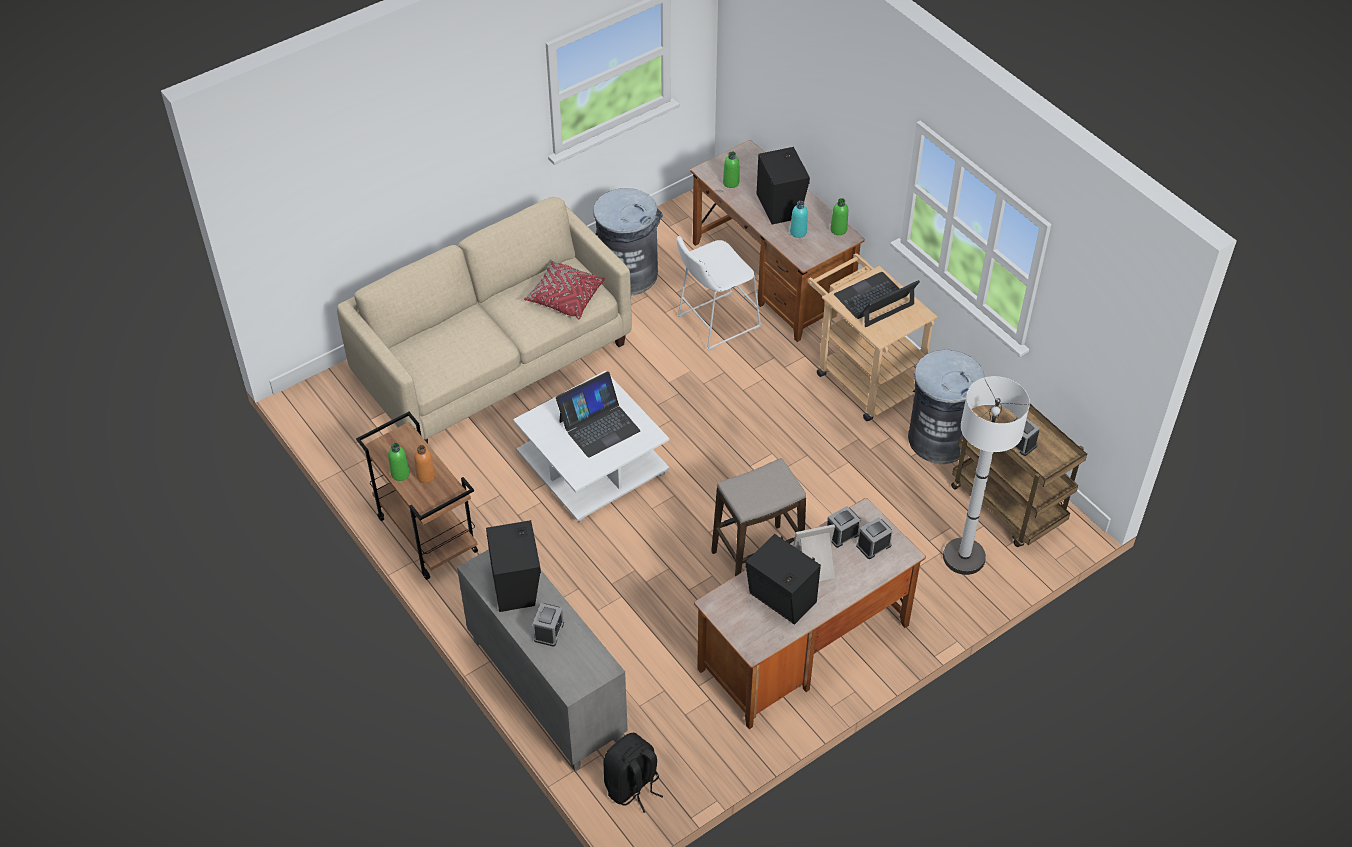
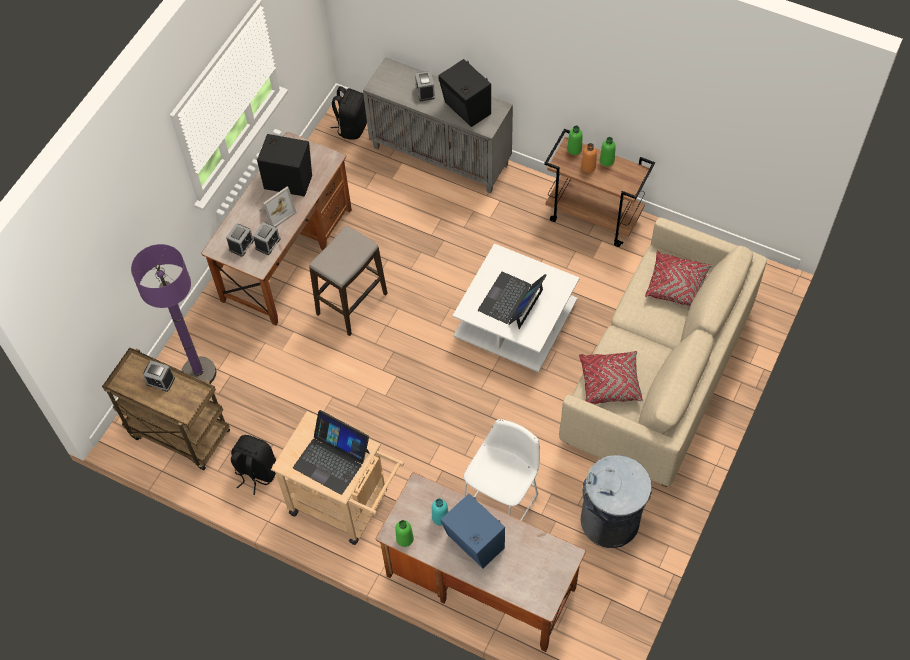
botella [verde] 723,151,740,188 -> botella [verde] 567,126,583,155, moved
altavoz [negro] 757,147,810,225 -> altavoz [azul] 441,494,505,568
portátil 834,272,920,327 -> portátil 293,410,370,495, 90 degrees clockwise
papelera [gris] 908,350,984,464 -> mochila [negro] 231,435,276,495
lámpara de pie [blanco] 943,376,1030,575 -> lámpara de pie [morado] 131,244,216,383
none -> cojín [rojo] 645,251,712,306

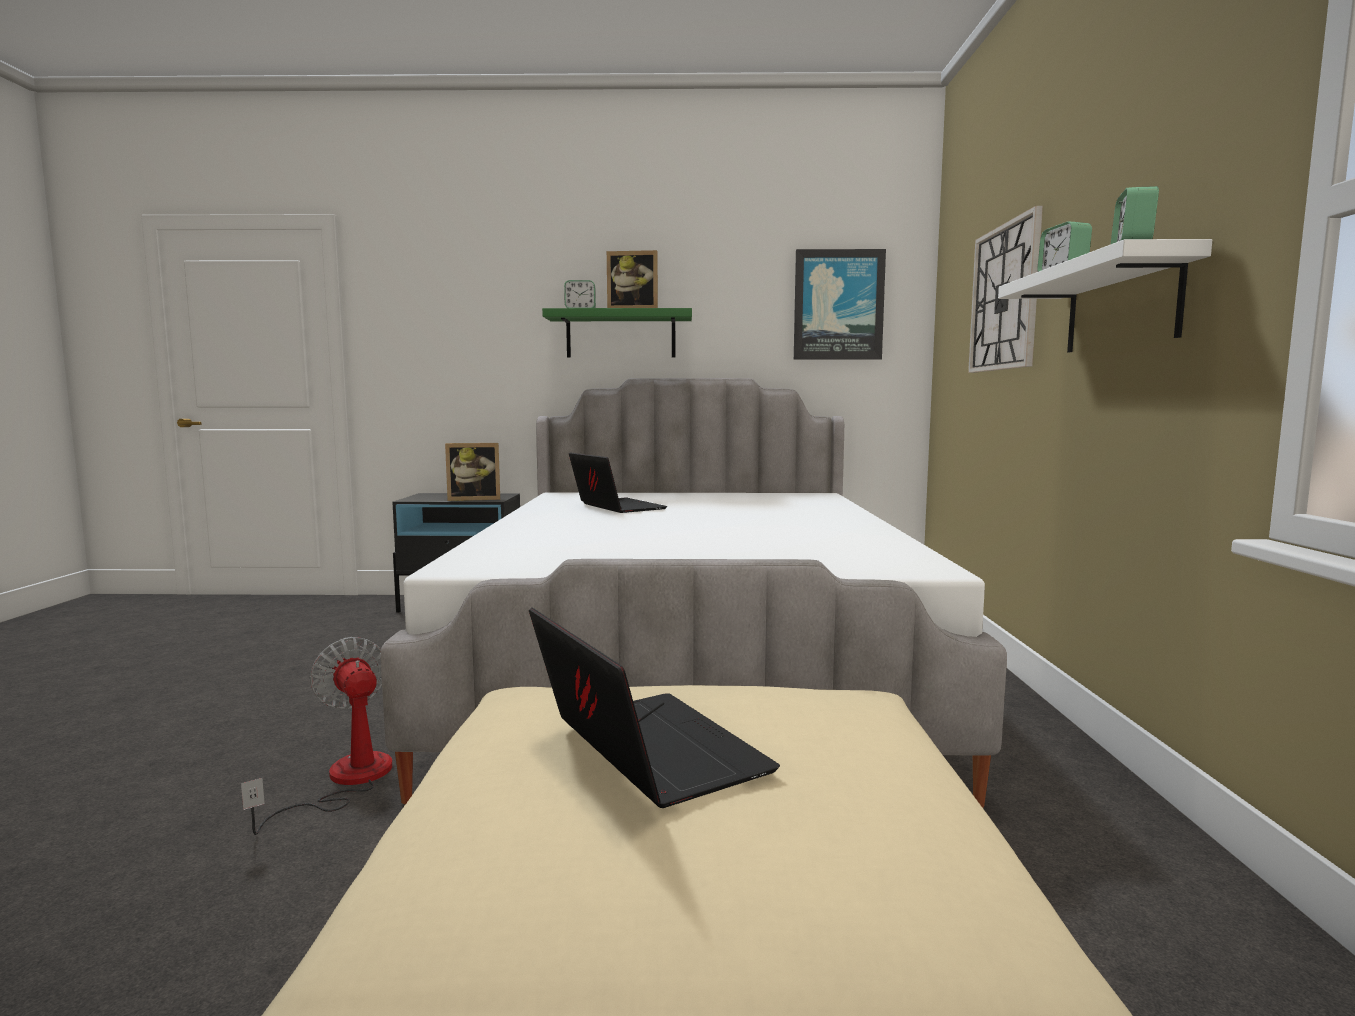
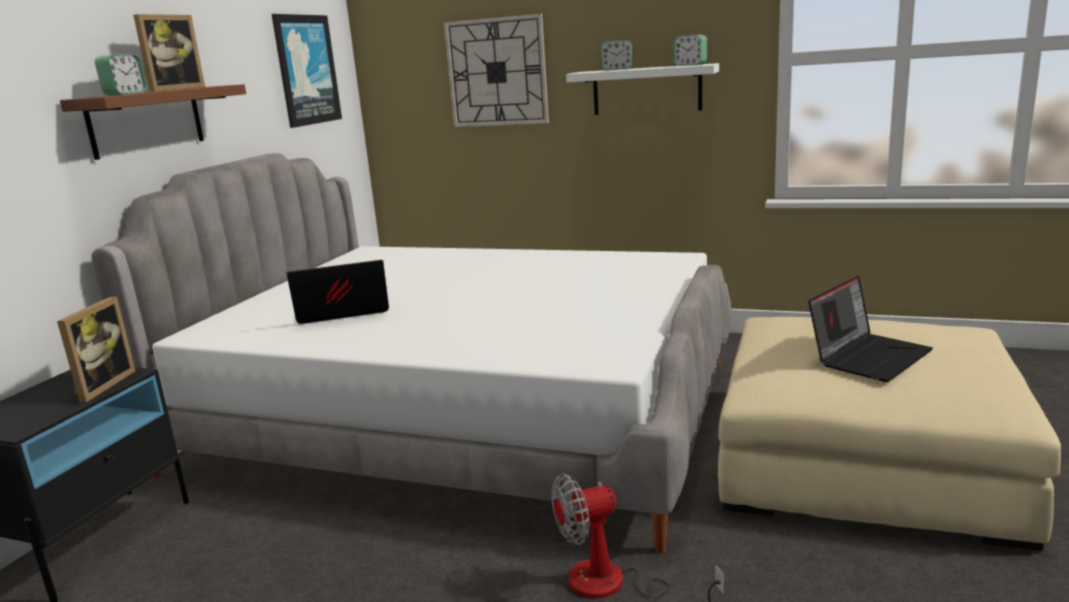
portátil 529,607,780,808 -> portátil 808,275,933,382, 150 degrees clockwise
estante [verde] 542,308,692,358 -> estante [marrón] 60,84,246,160

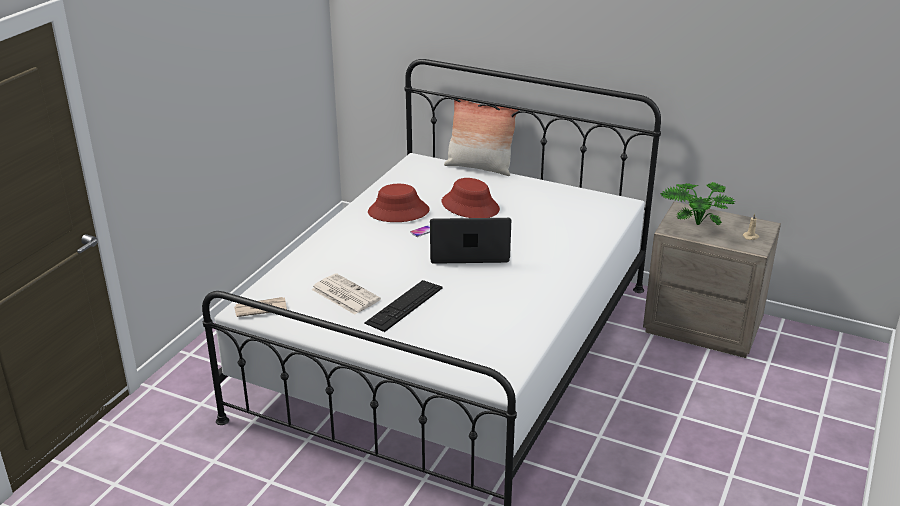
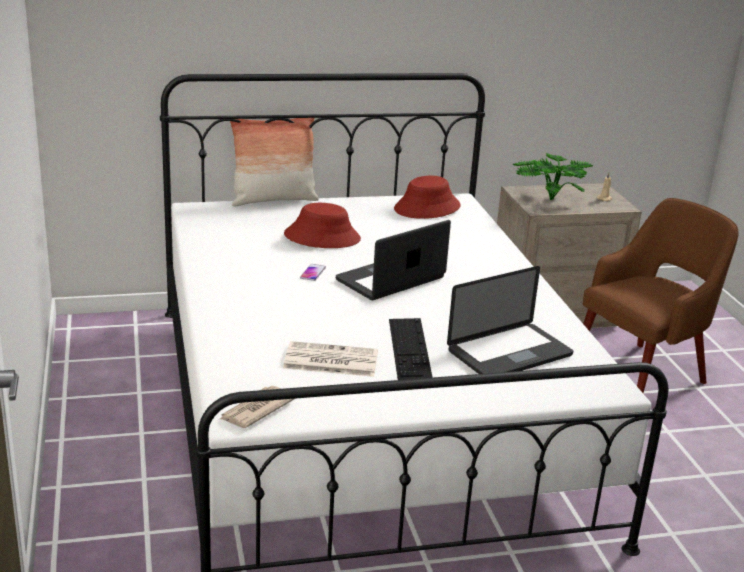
sombrero [rojo] 368,184,430,222 -> sombrero [rojo] 394,176,461,219, moved
none -> portátil 447,266,573,374
none -> sillón [marrón] 583,198,739,393

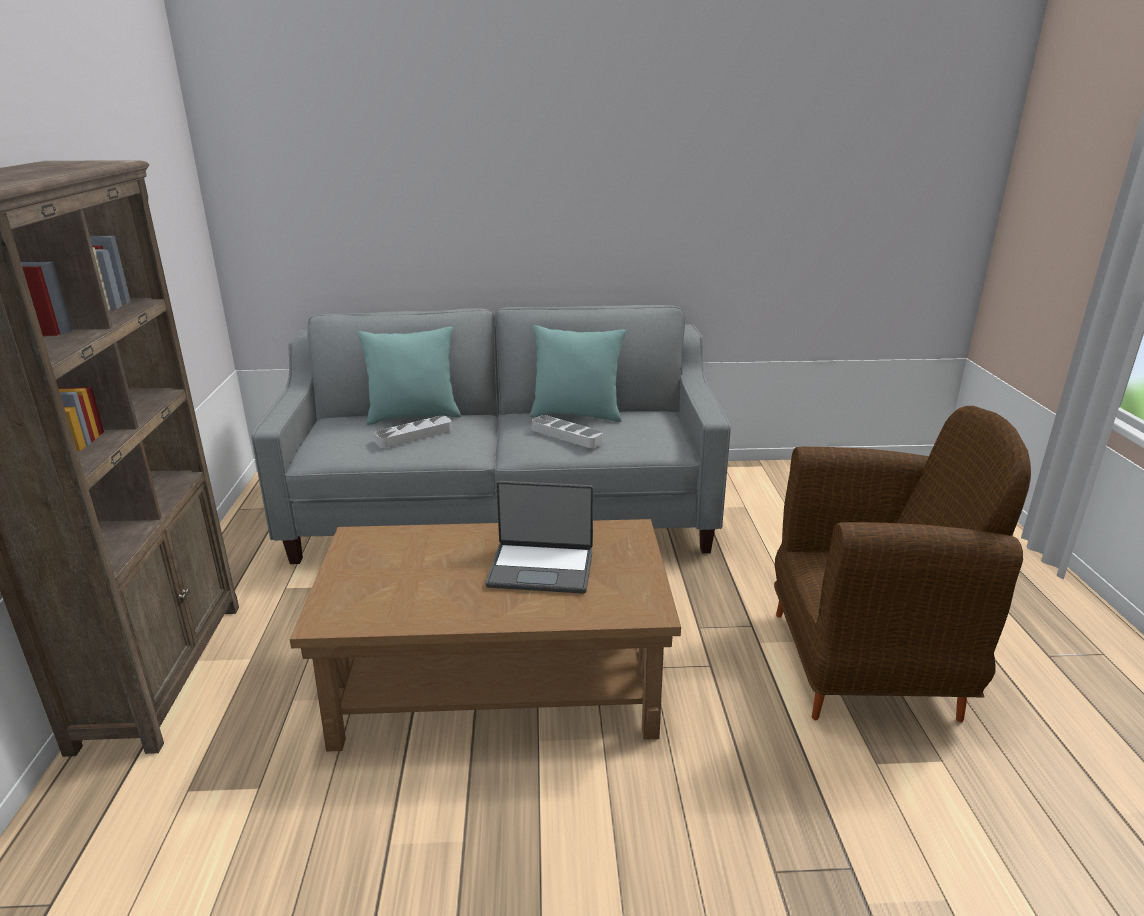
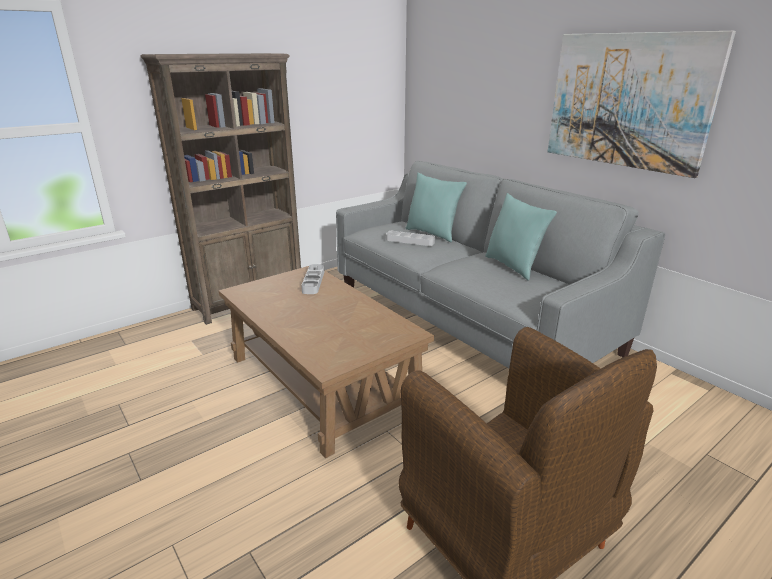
portátil 485,481,594,594 -> none
bandeja [gris] 532,415,603,448 -> bandeja [gris] 301,264,324,294, moved
none -> cuadro 547,31,736,178

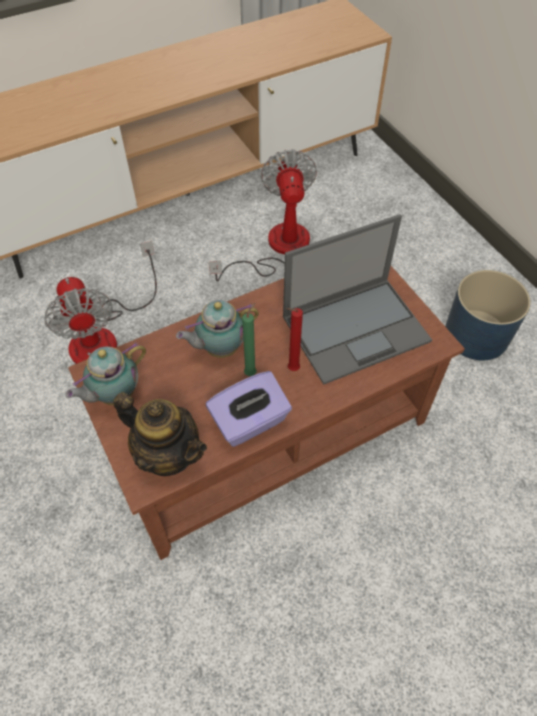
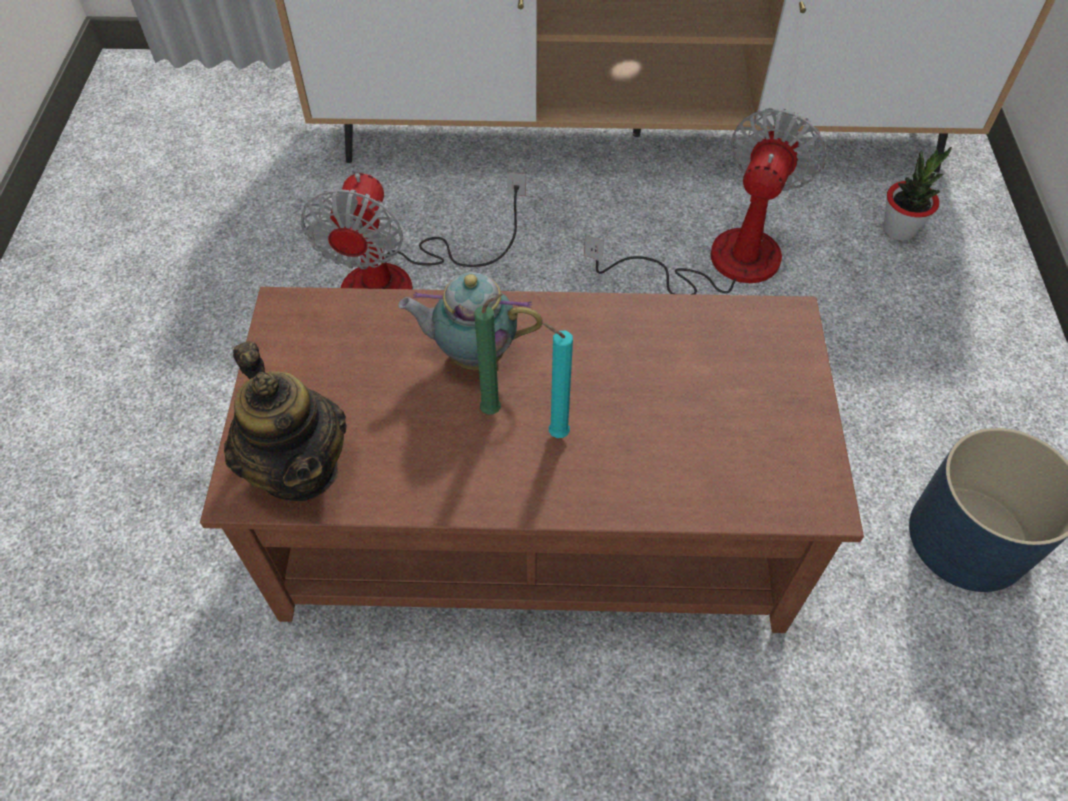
tetera 65,342,146,405 -> none
caja de pañuelos [morado] 206,371,292,447 -> none
portátil 283,214,432,385 -> none
vela [rojo] 286,308,303,371 -> vela [turquesa] 542,323,573,438
none -> planta en maceta 884,147,952,241

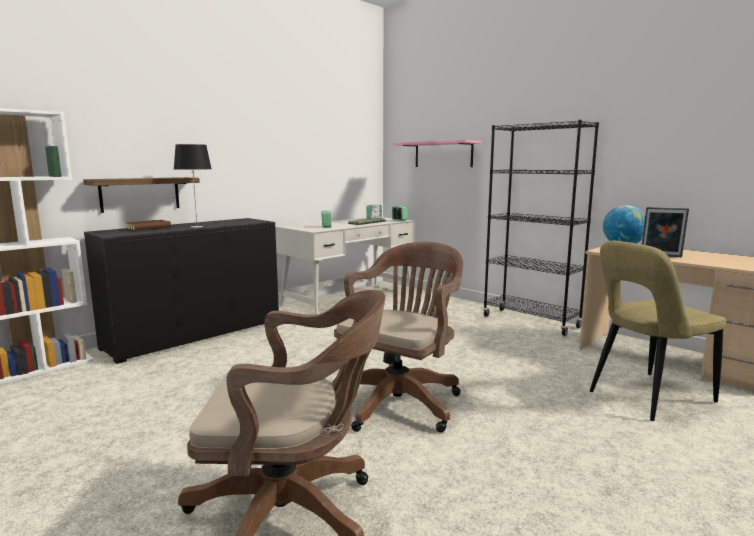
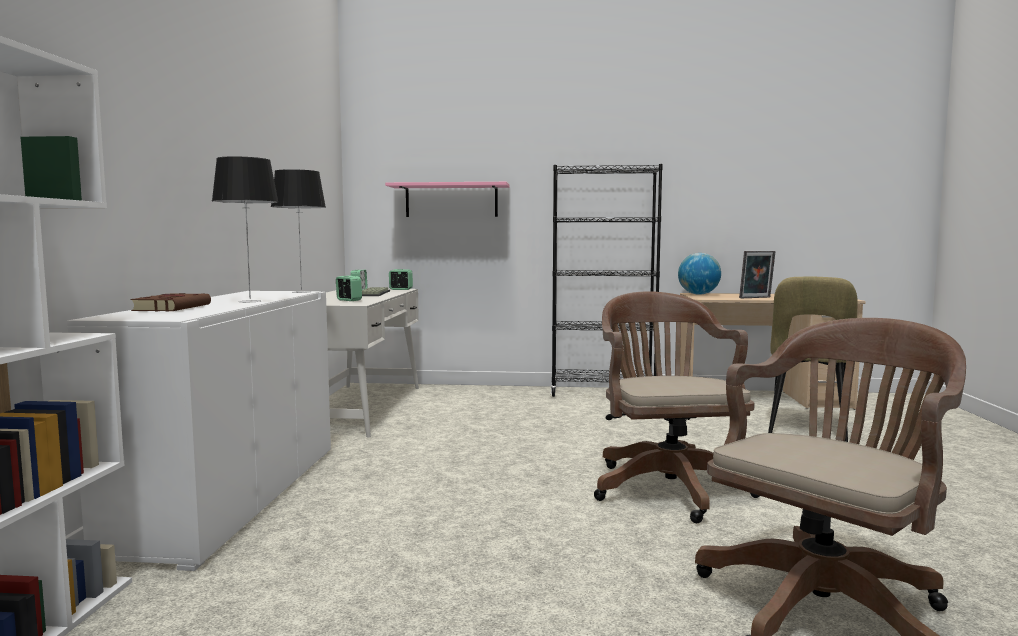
estante 83,177,200,213 -> none
armario [negro] 84,218,279,364 -> armario [blanco] 67,291,331,571
none -> lámpara de mesa 271,169,326,293

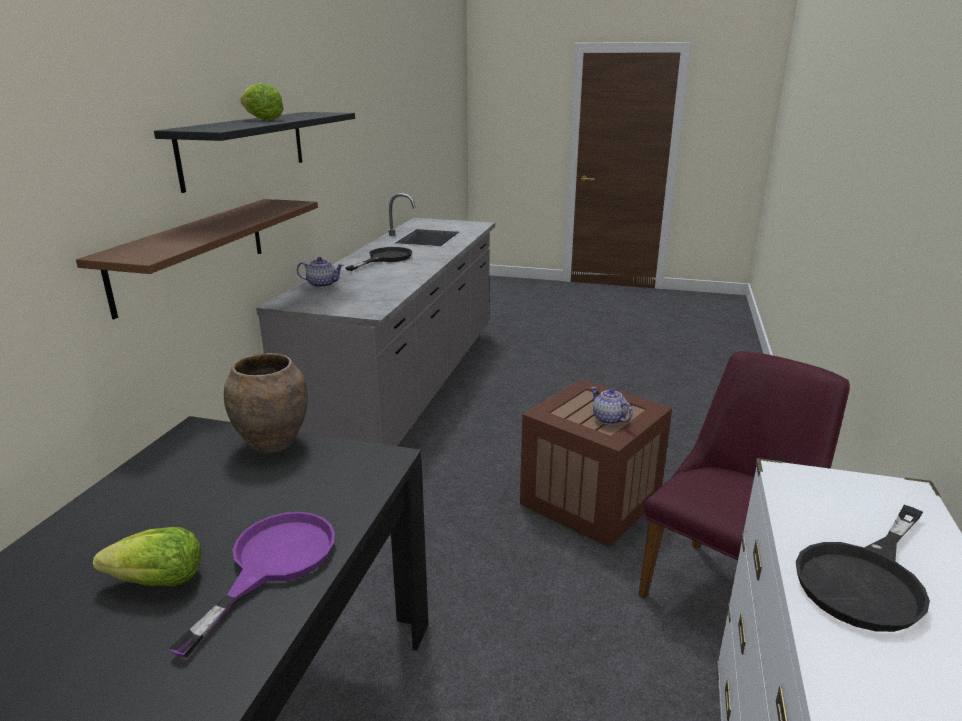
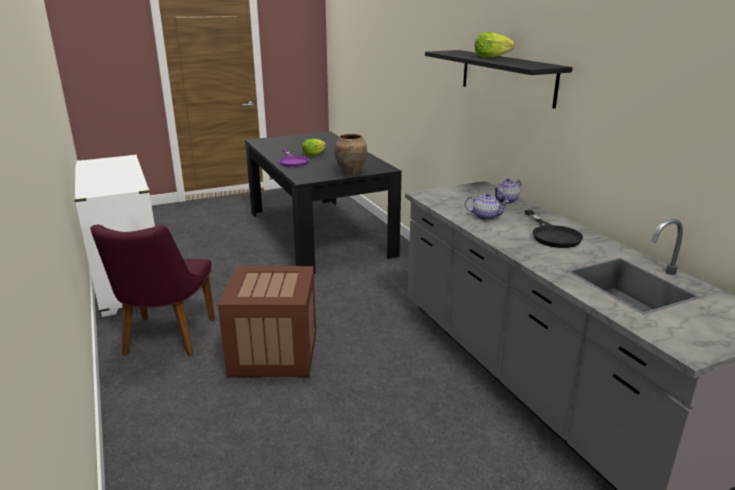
estante [marrón] 76,199,318,319 -> none
tetera 591,387,633,425 -> tetera 465,193,509,220, moved
sartén [negro] 796,505,930,632 -> none

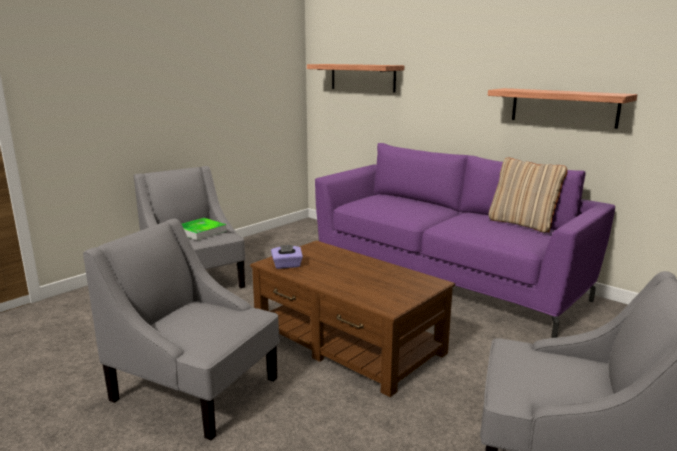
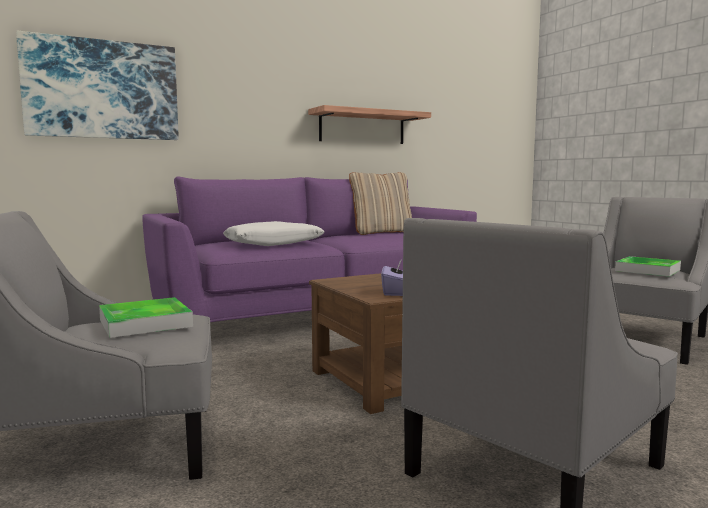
estante 307,64,404,93 -> cuadro 16,30,179,140
none -> cojín [blanco] 223,221,325,246
none -> bandeja 615,256,681,277

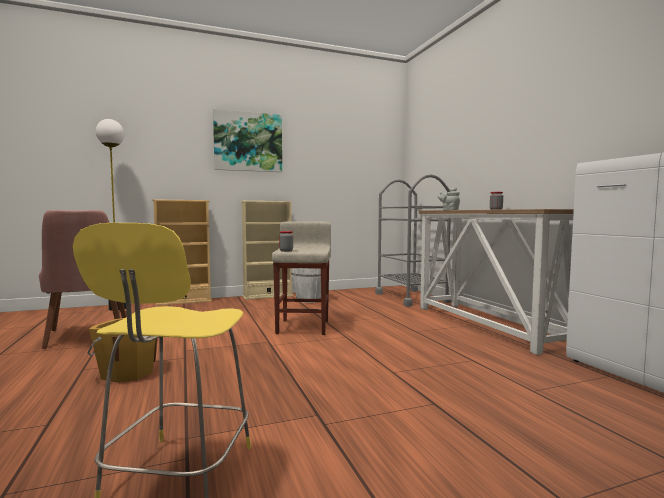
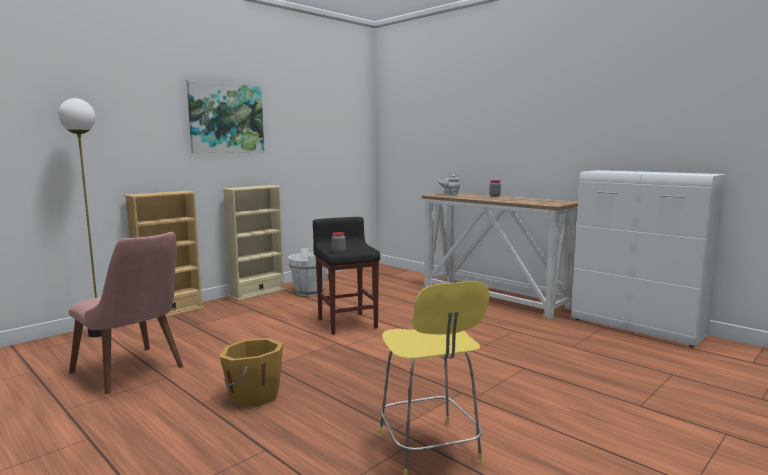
taburete [beis] 272,221,331,335 -> taburete [negro] 313,217,380,335
carrito [gris] 375,174,451,307 -> none

